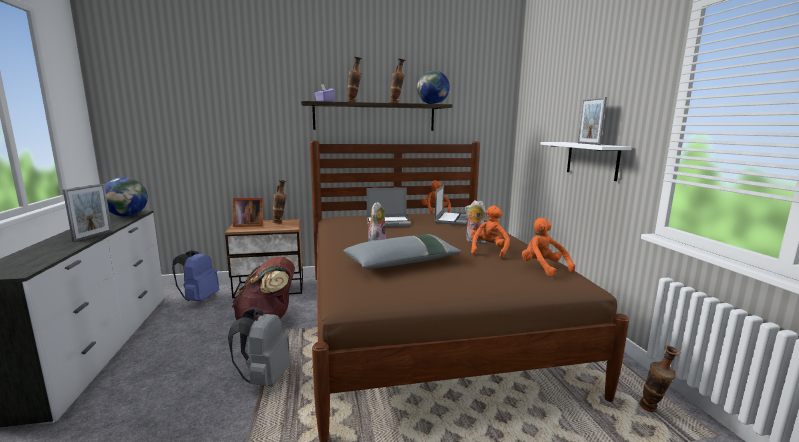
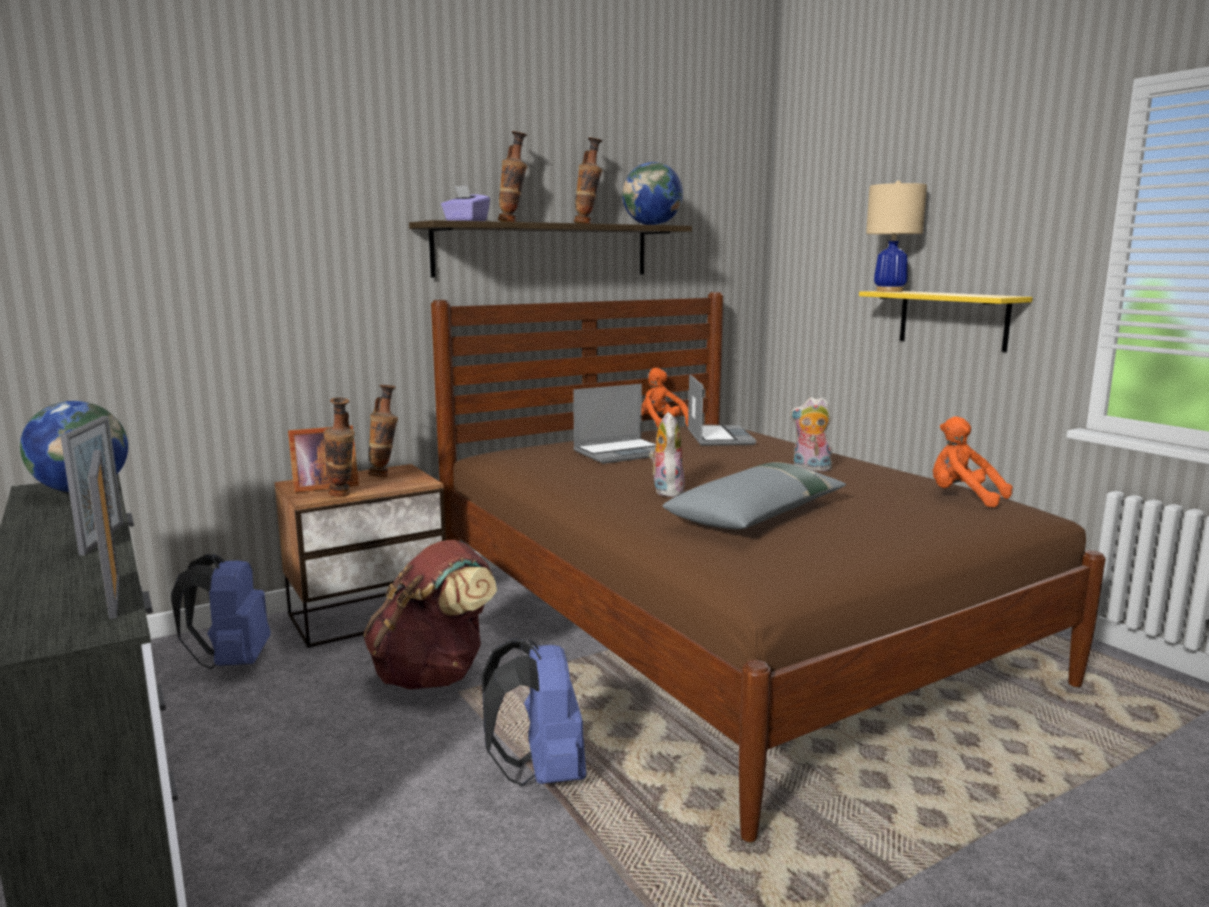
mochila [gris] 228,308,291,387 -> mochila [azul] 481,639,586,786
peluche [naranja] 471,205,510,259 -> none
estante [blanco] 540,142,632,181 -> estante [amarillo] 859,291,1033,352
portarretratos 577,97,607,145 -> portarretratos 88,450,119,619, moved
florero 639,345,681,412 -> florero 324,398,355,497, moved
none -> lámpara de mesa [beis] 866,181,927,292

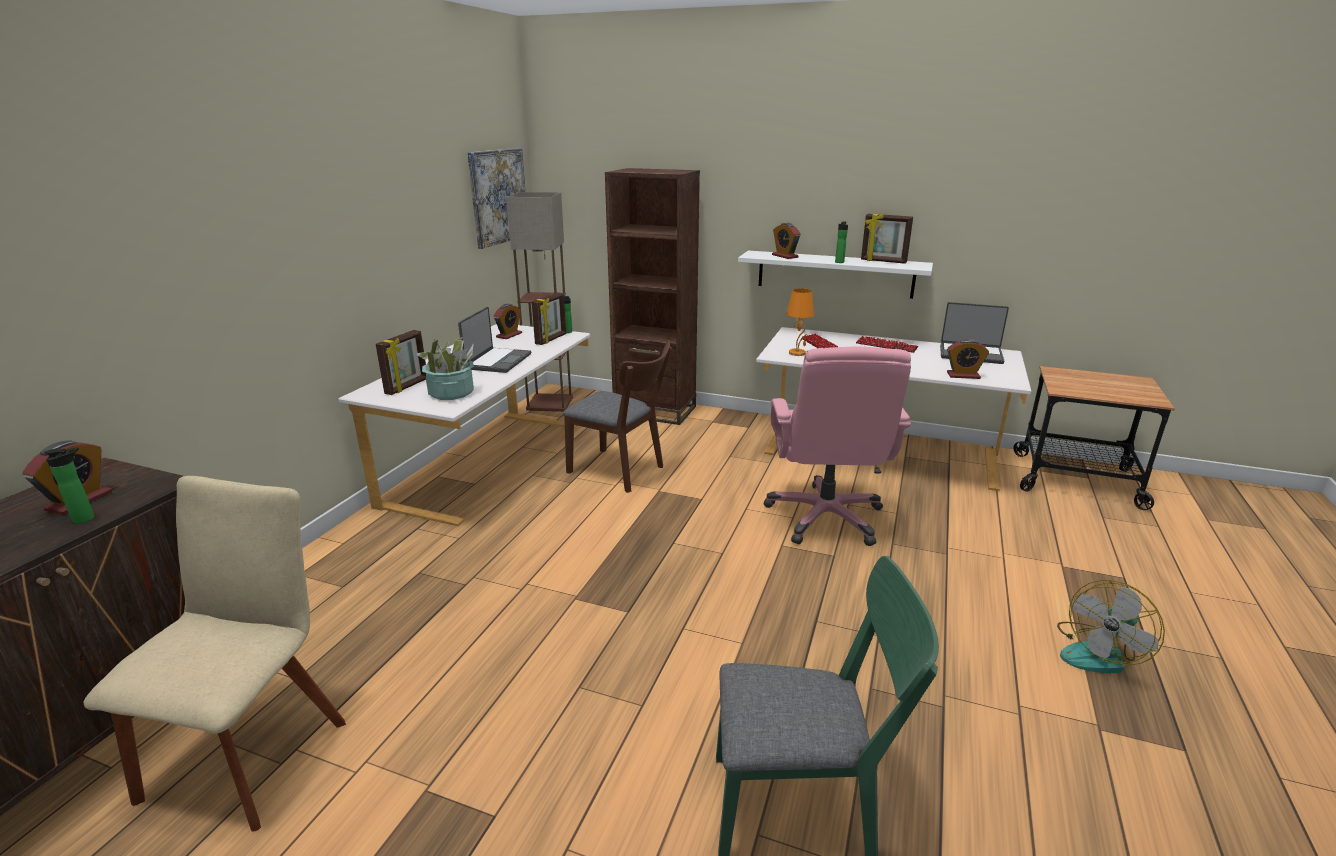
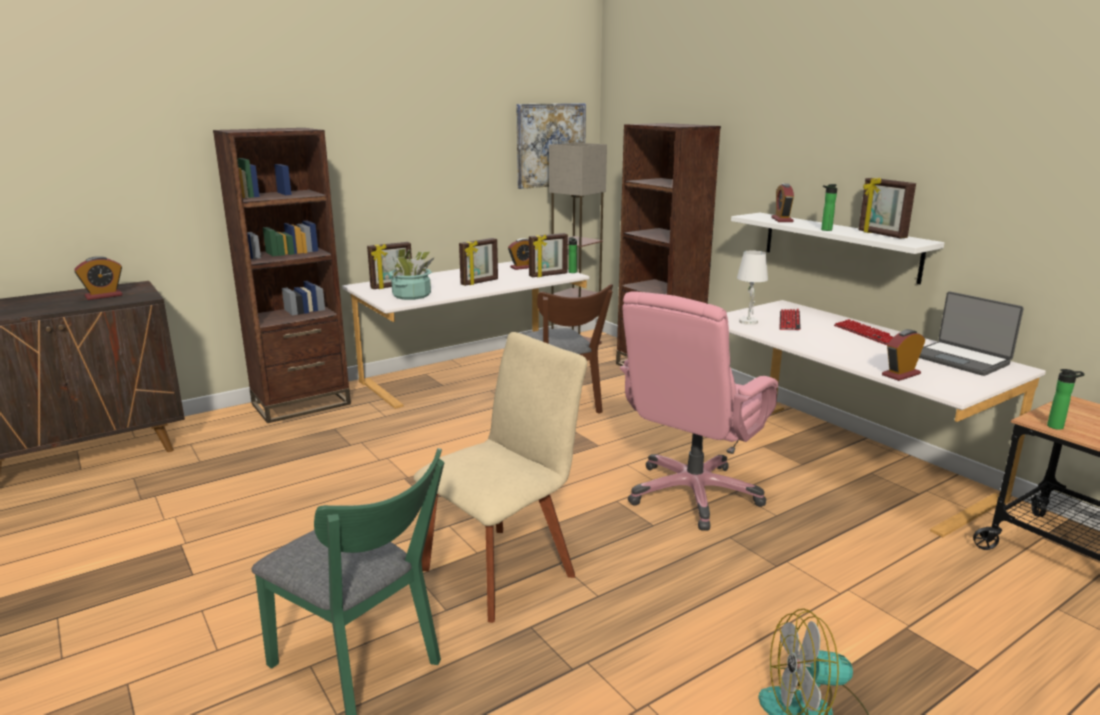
botella 44,447,94,524 -> botella 1047,369,1085,430, moved
silla [beis] 83,476,346,831 -> silla [beis] 414,332,587,623, moved
portátil 458,307,531,373 -> portarretratos 459,238,498,286
lámpara de mesa [naranja] 786,288,814,356 -> lámpara de mesa [blanco] 737,250,768,325
despertador 947,339,989,379 -> despertador 882,329,926,381, 105 degrees clockwise
none -> estantería [marrón] 213,128,351,423

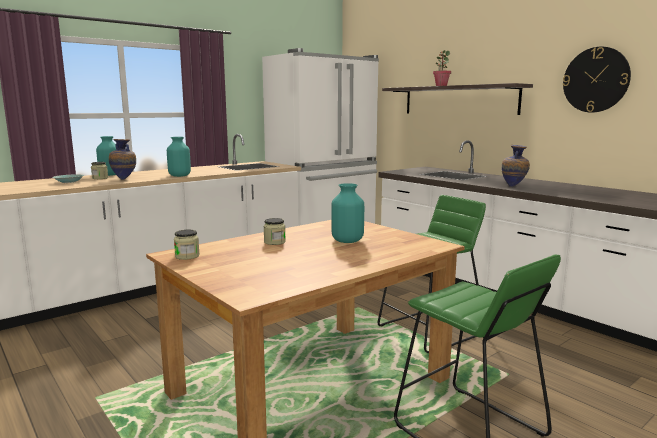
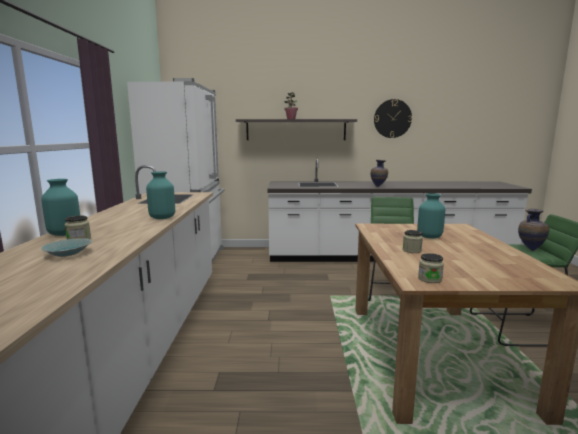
florero 109,139,136,180 -> florero 518,209,549,251, moved

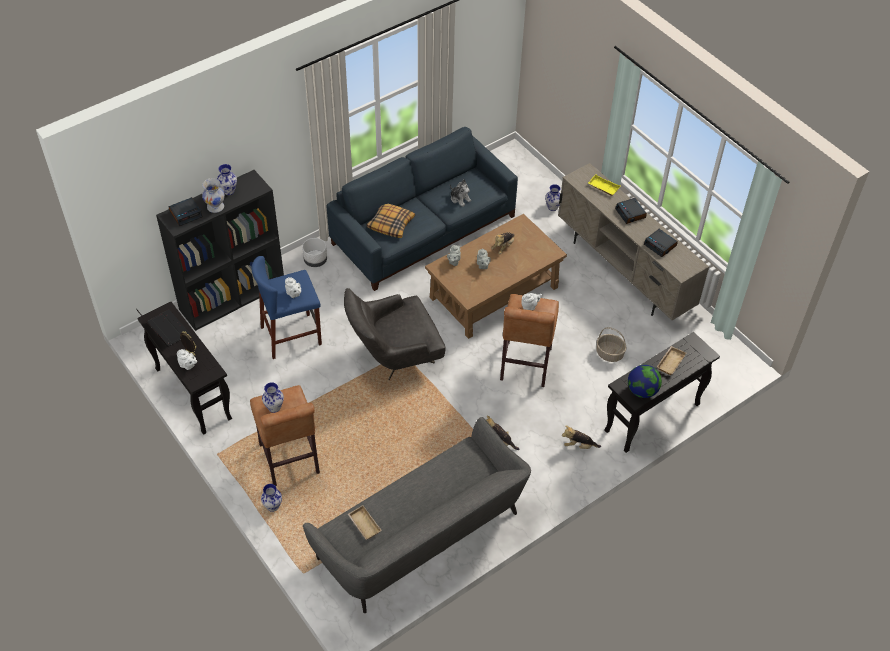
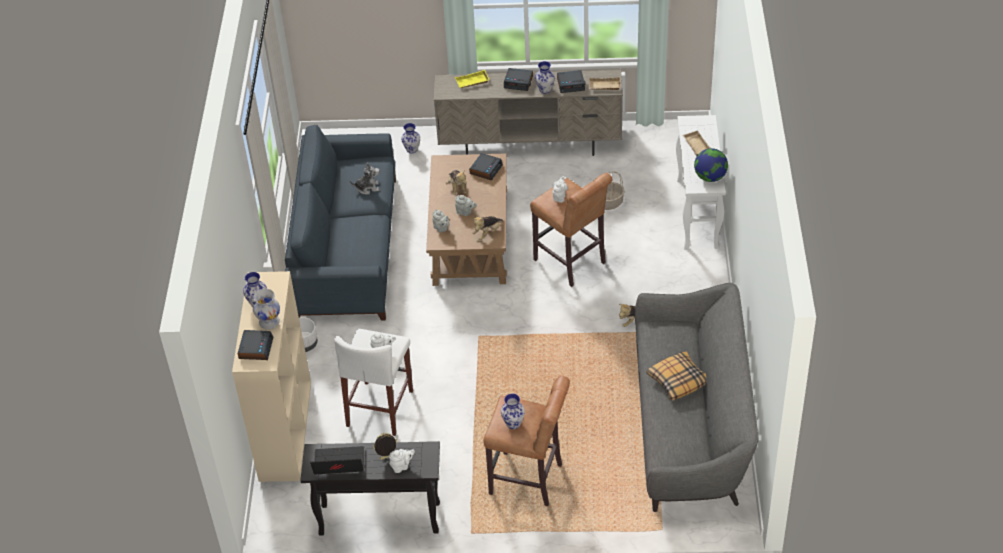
estantería [negro] 156,170,284,331 -> estantería [beis] 232,271,311,482
taburete [azul] 251,256,322,359 -> taburete [blanco] 334,329,413,436
florero 261,484,282,512 -> florero 535,61,555,93, moved
sillón [gris] 344,288,446,380 -> none
bandeja [beis] 347,505,381,540 -> bandeja [beis] 589,77,621,90, moved
cojín 367,204,415,238 -> cojín 647,351,706,401, moved
peluche 562,425,601,449 -> peluche 472,216,503,240, moved
mesa consola [negro] 604,332,720,453 -> mesa consola [blanco] 676,115,726,250
none -> despertador 469,153,503,181

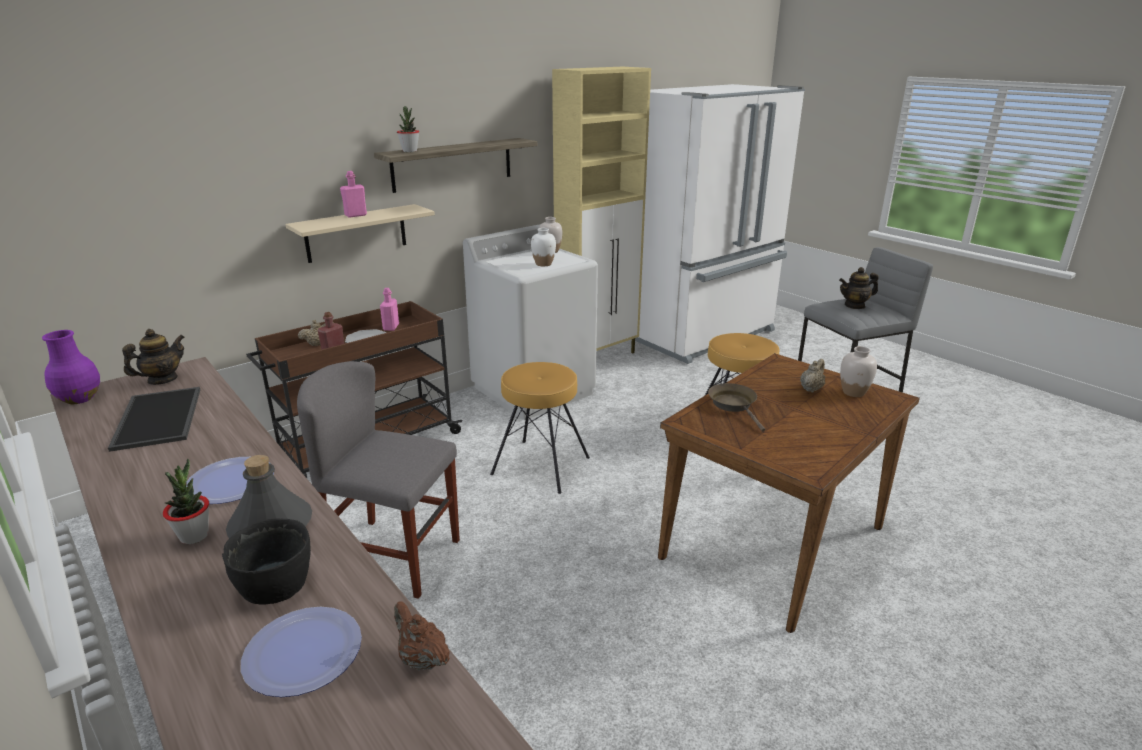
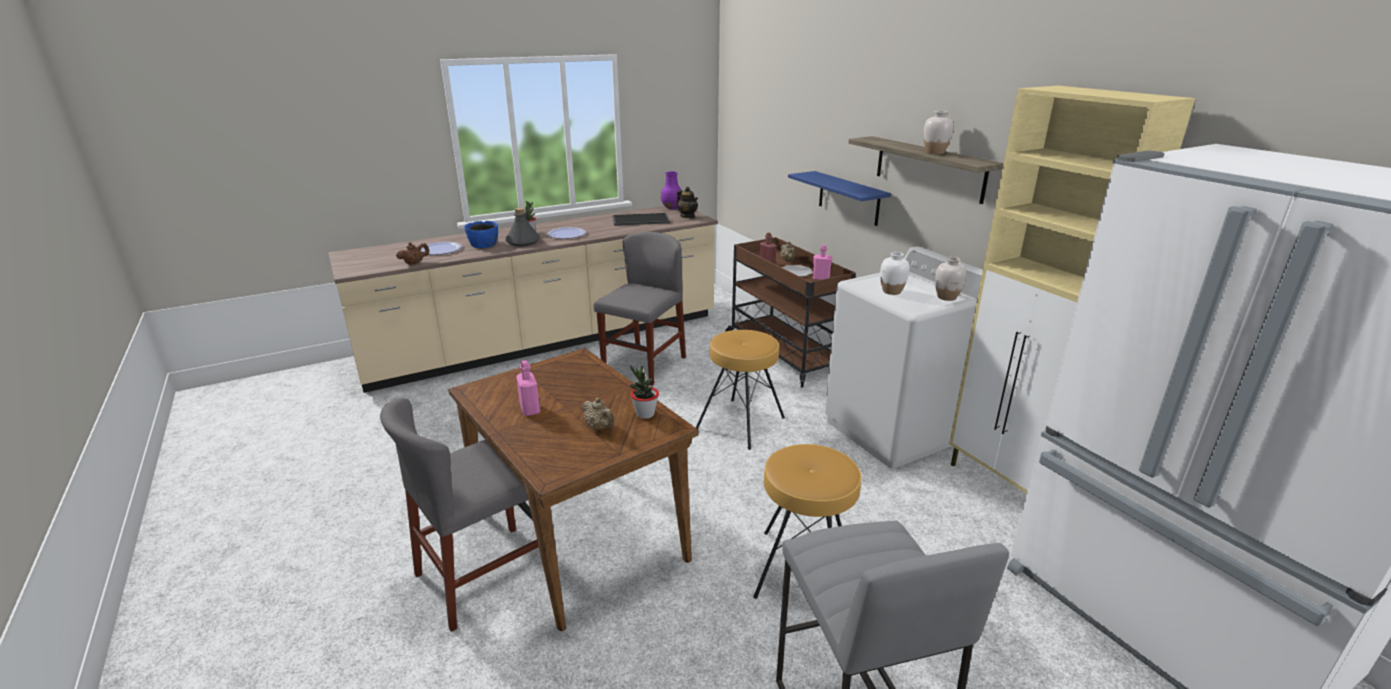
cuenco [negro] 222,518,311,605 -> cuenco [azul] 464,221,498,248
estante [beis] 286,204,435,263 -> estante [azul] 788,171,891,226
botella [rosa] 340,171,367,218 -> botella [rosa] 516,360,540,416, moved
planta en maceta 397,106,419,152 -> planta en maceta 630,365,659,419, moved
sartén [marrón] 708,383,765,431 -> none
tetera 839,267,879,309 -> none
florero [blanco] 840,346,877,397 -> florero [blanco] 924,110,954,154, moved
none -> silla [gris] 380,398,539,632

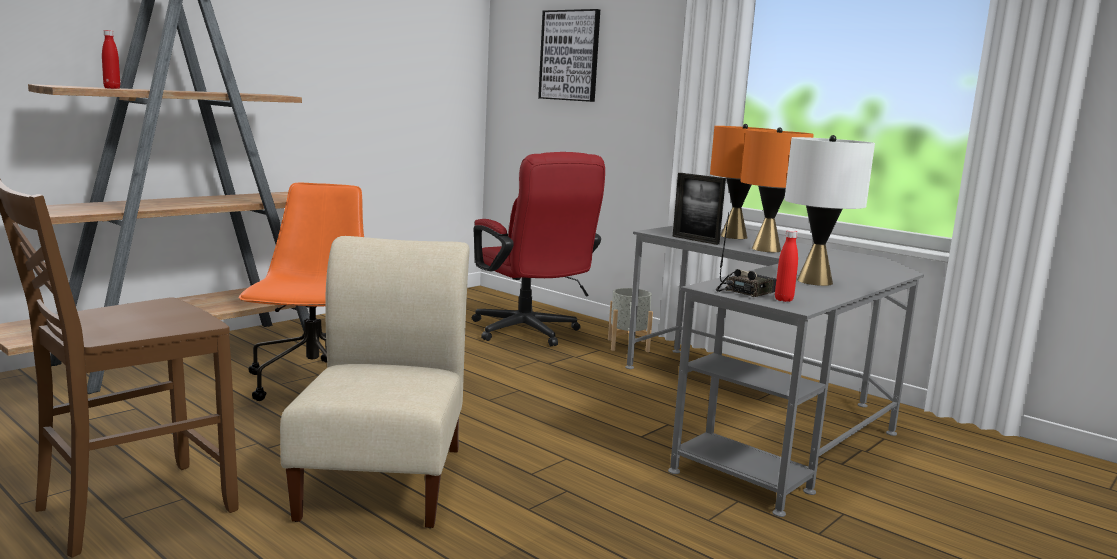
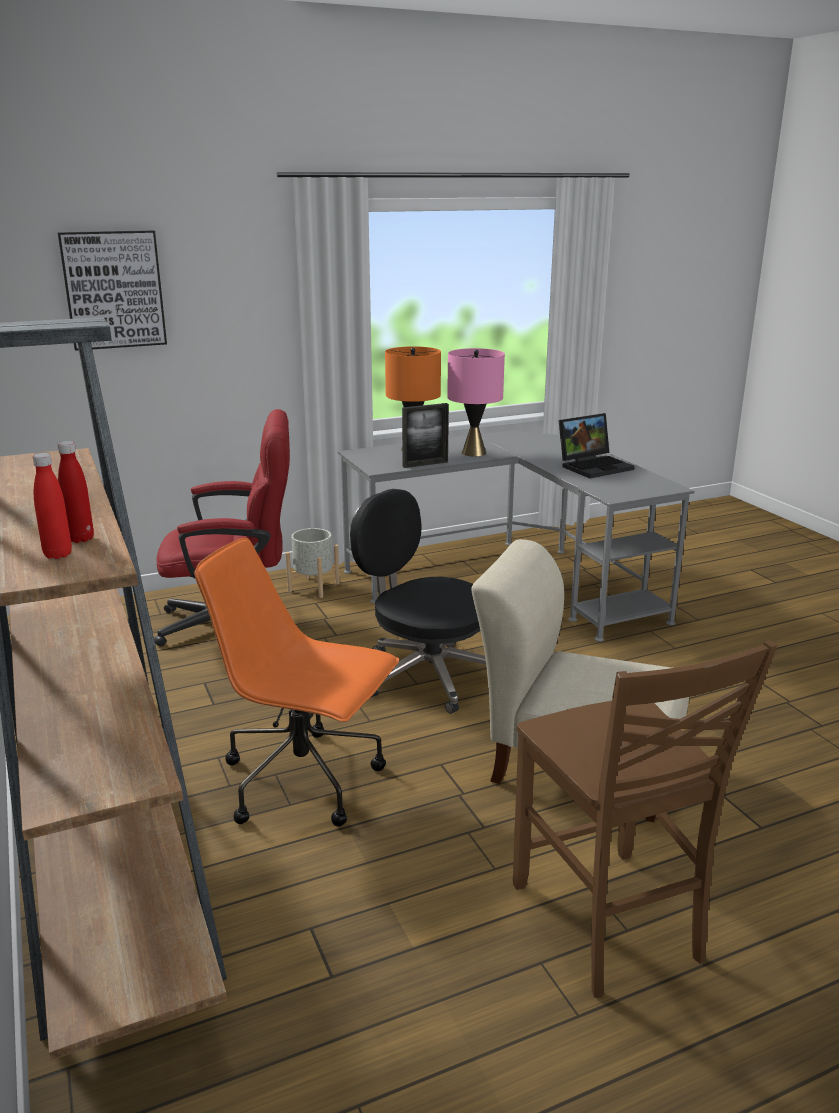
radio 716,212,776,297 -> none
lámpara de mesa [naranja] 741,127,814,252 -> lámpara de mesa [rosa] 447,348,505,457
botella [rojo] 775,230,798,302 -> botella [rojo] 32,453,72,559, moved
lámpara de mesa [blanco] 784,135,875,286 -> portátil 559,413,635,478
none -> silla de oficina [negro] 350,489,486,714

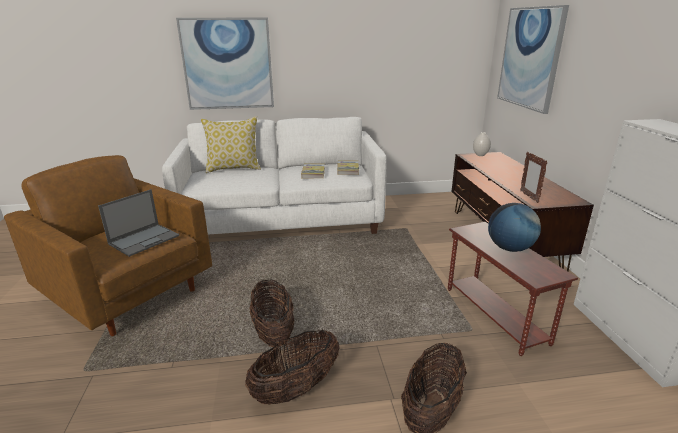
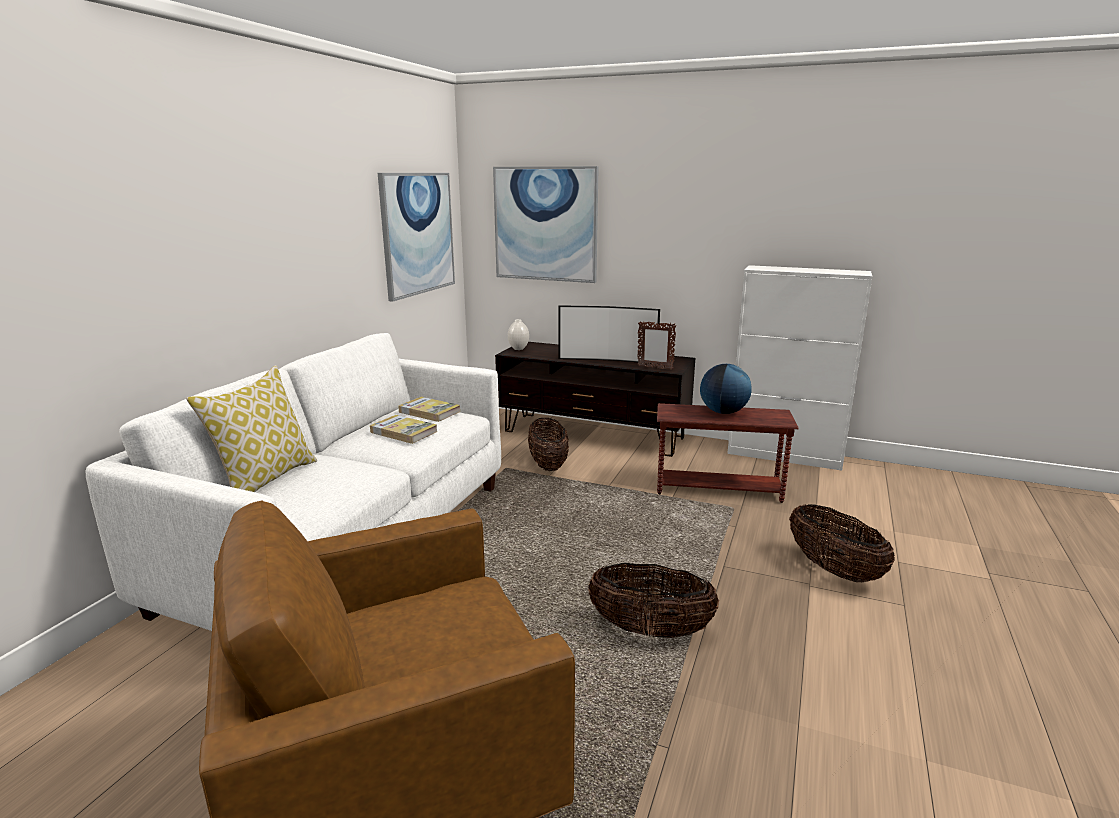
portátil 98,189,180,257 -> none
cuadro 176,17,274,110 -> cuadro 378,173,455,302, moved
cesta 245,329,339,404 -> cesta 528,418,569,471, moved
none -> televisor 559,305,660,362

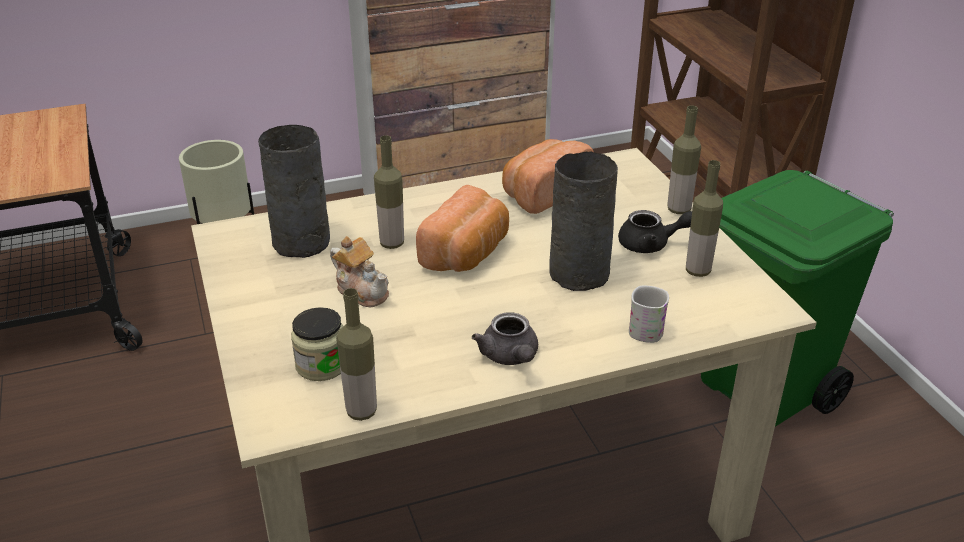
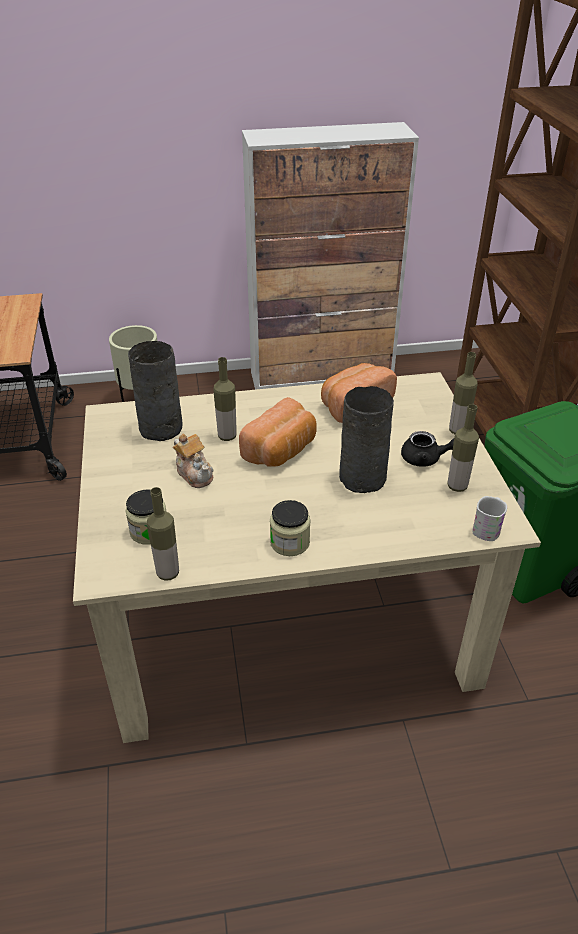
tetera [gris] 472,312,538,365 -> tarro 270,500,311,556
taza grande [blanco] 629,286,669,343 -> taza grande [blanco] 472,496,507,541, moved

